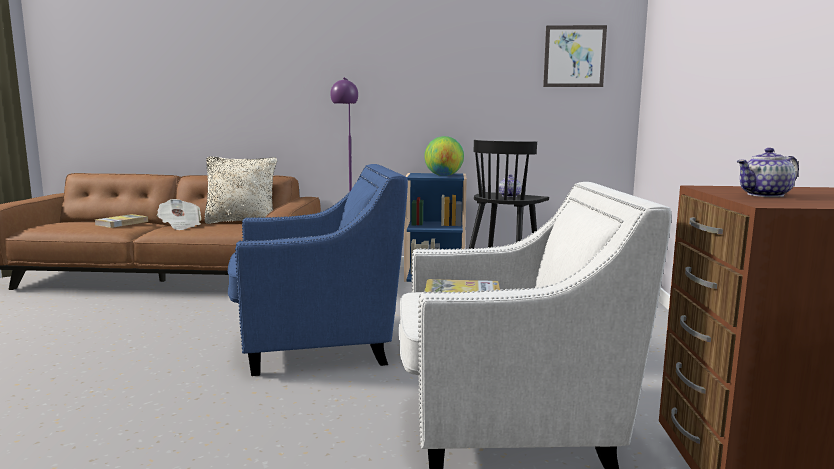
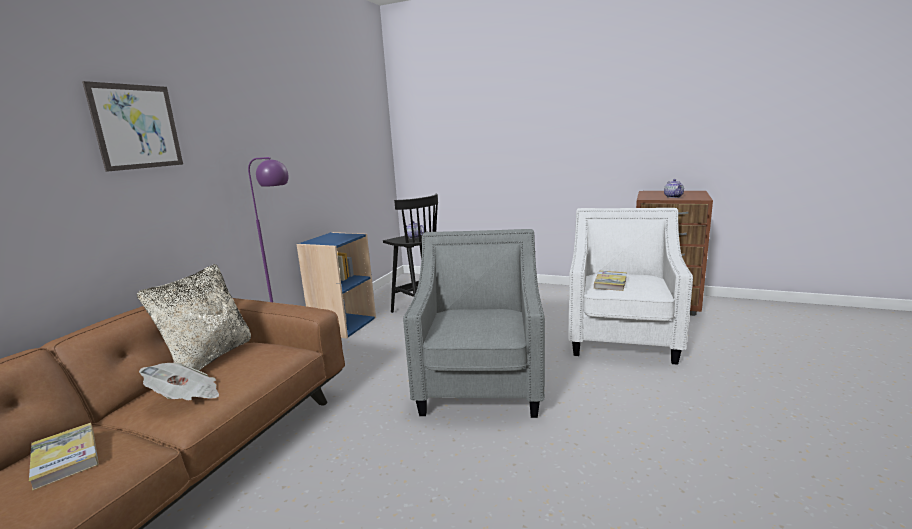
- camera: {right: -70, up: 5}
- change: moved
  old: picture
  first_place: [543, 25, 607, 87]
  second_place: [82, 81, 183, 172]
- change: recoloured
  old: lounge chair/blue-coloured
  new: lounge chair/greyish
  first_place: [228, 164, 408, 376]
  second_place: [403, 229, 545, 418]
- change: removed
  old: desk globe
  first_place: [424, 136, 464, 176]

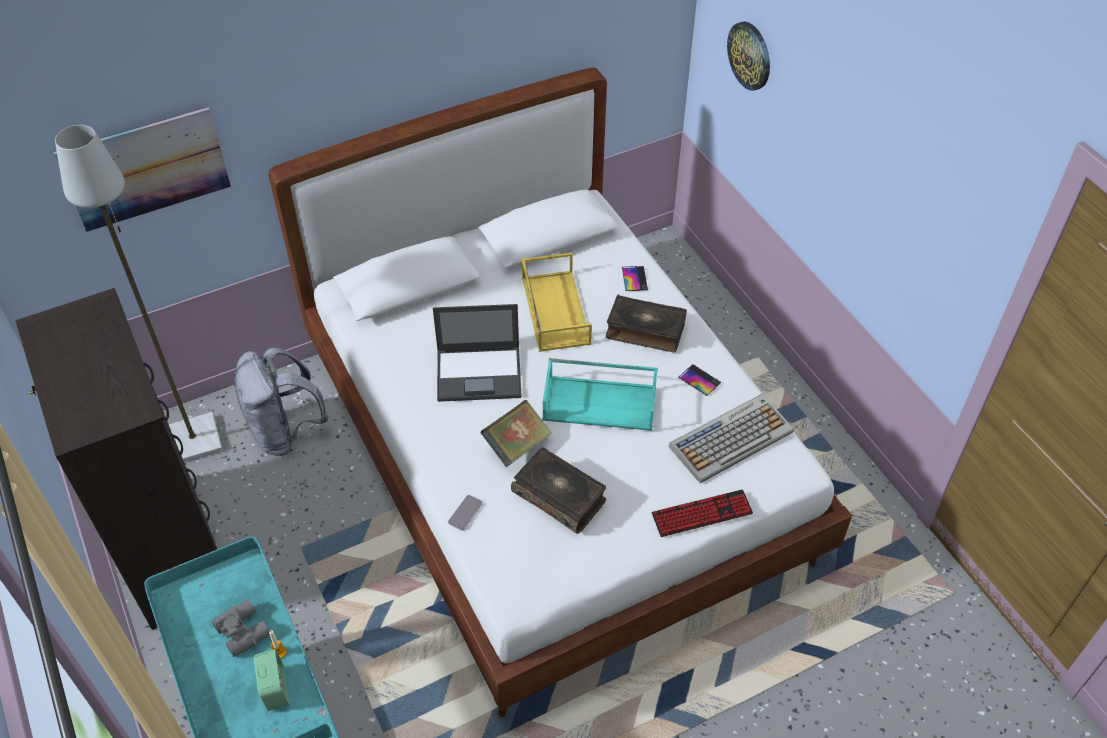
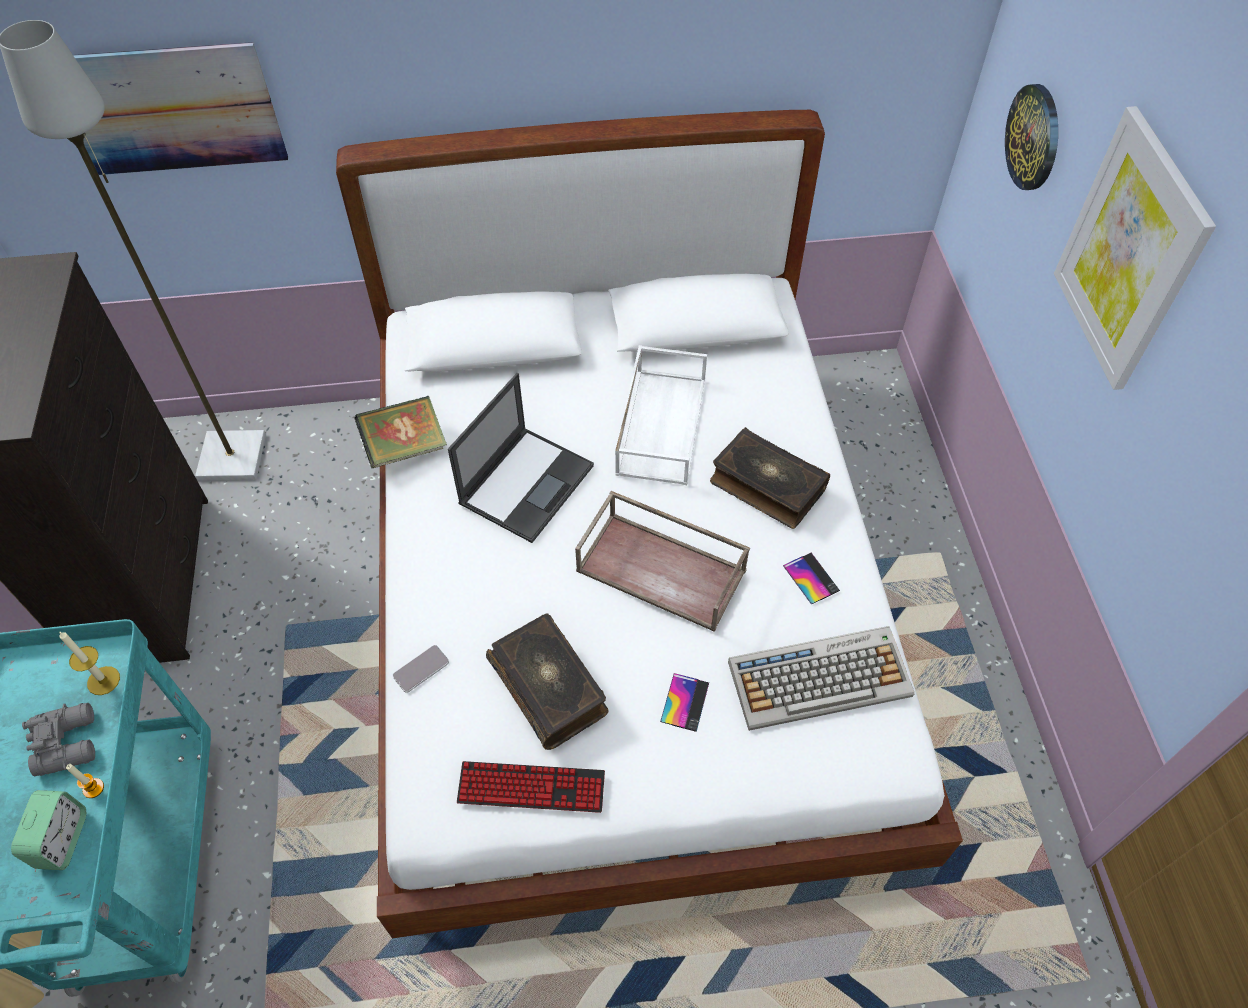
- camera: {right: 20, up: 5}
- change: added
  new: wax candle
  second_place: [59, 631, 120, 695]
- change: moved
  old: volume
  first_place: [480, 400, 552, 467]
  second_place: [354, 396, 447, 468]
- change: turned
  old: laptop
  first_place: [433, 304, 522, 402]
  second_place: [448, 373, 594, 543]
  degrees: -75
- change: moved
  old: computer keyboard
  first_place: [652, 490, 753, 537]
  second_place: [457, 761, 605, 813]
- change: recoloured
  old: carrying tray/blue-green
  new: carrying tray/brown-coloured
  first_place: [542, 358, 658, 431]
  second_place: [575, 491, 750, 632]
- change: recoloured
  old: carrying tray/yellowish
  new: carrying tray/white-coloured
  first_place: [522, 253, 592, 352]
  second_place: [615, 345, 707, 485]
- change: moved
  old: handset
  first_place: [622, 266, 648, 291]
  second_place: [660, 673, 709, 732]
- change: added
  new: picture
  second_place: [1054, 106, 1216, 390]
- change: removed
  old: backpack/greyish
  first_place: [234, 347, 328, 456]

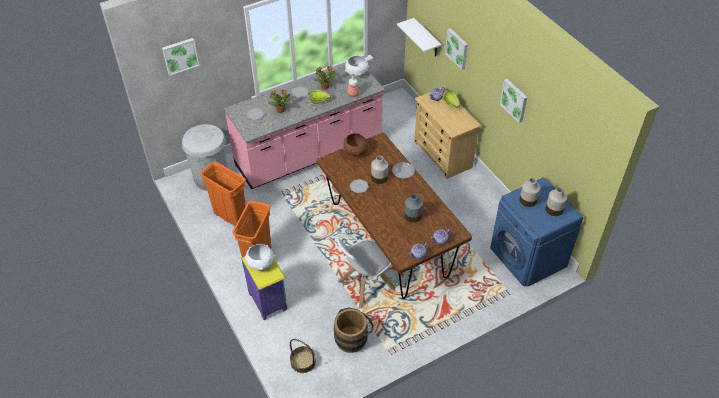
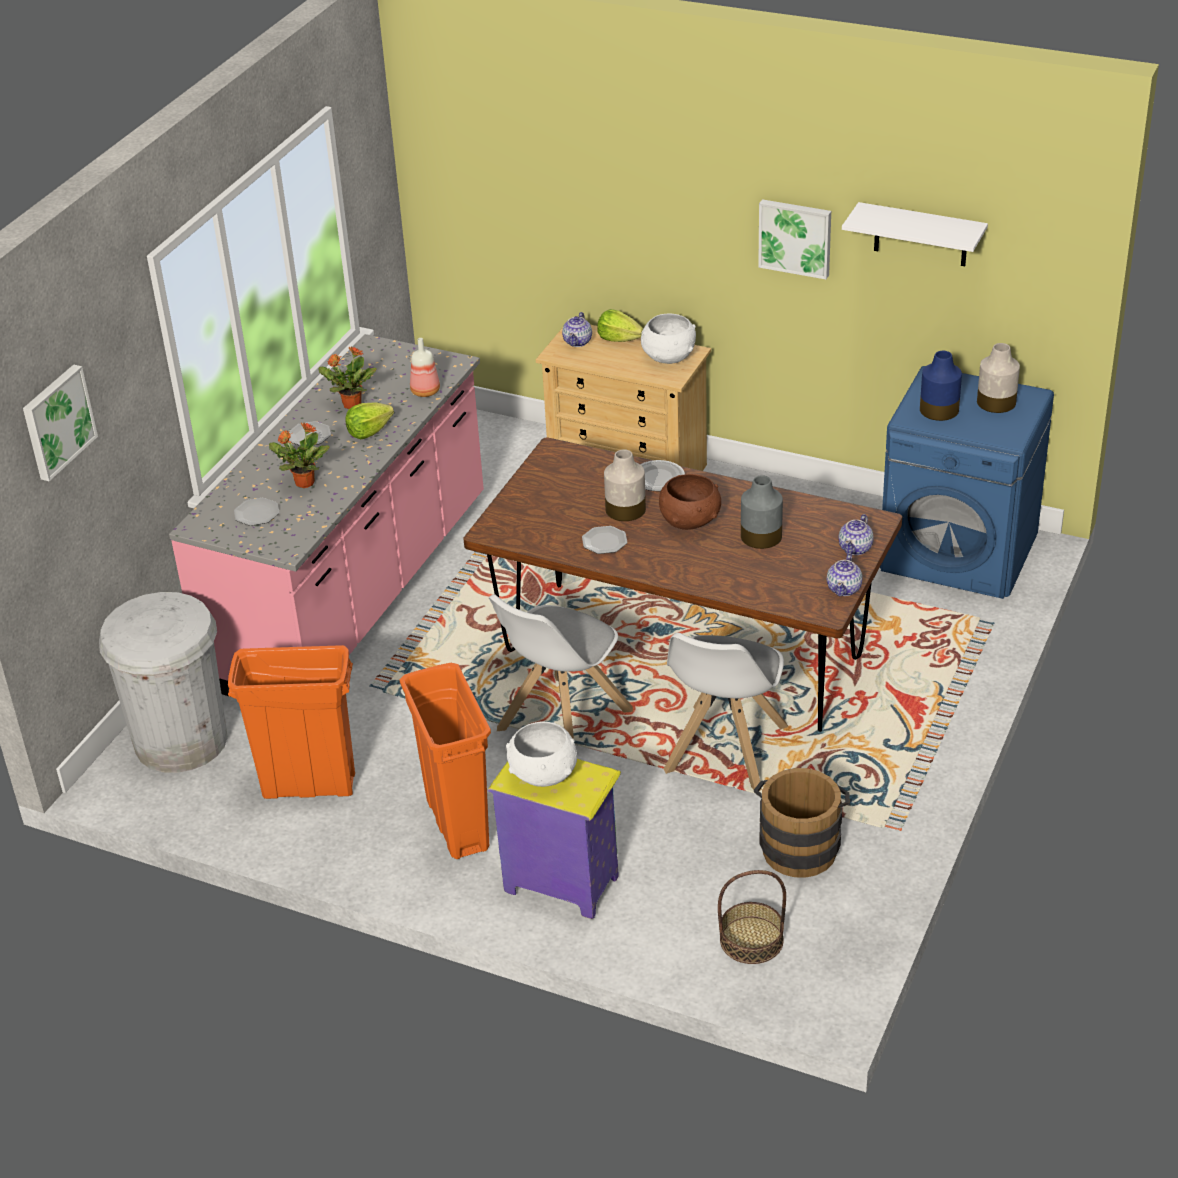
- camera: {right: -35, up: -10}
- change: added
  new: chair
  second_place: [489, 594, 633, 739]
- change: moved
  old: bowl/white-coloured
  first_place: [345, 56, 369, 77]
  second_place: [641, 314, 696, 364]
- change: moved
  old: bowl/brown-coloured
  first_place: [343, 133, 368, 156]
  second_place: [659, 474, 721, 530]
- change: moved
  old: wall shelf/white-coloured
  first_place: [397, 18, 442, 56]
  second_place: [842, 202, 988, 266]
- change: recoloured
  old: vase/sand-coloured
  new: vase/blue-coloured
  first_place: [519, 178, 540, 207]
  second_place: [920, 351, 962, 421]
- change: removed
  old: picture
  first_place: [445, 28, 468, 70]

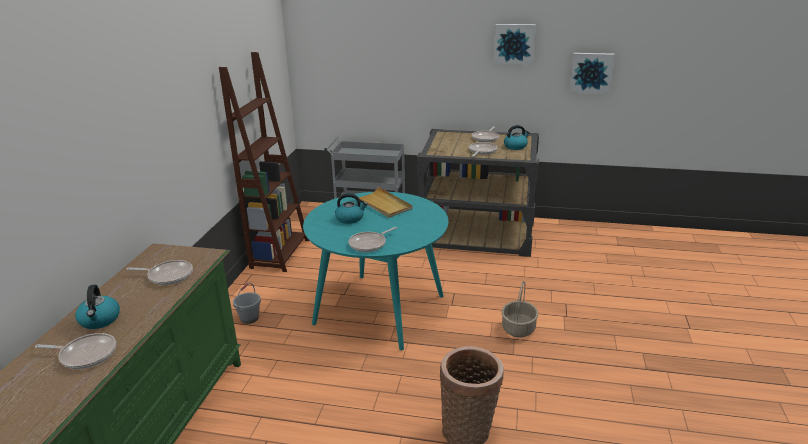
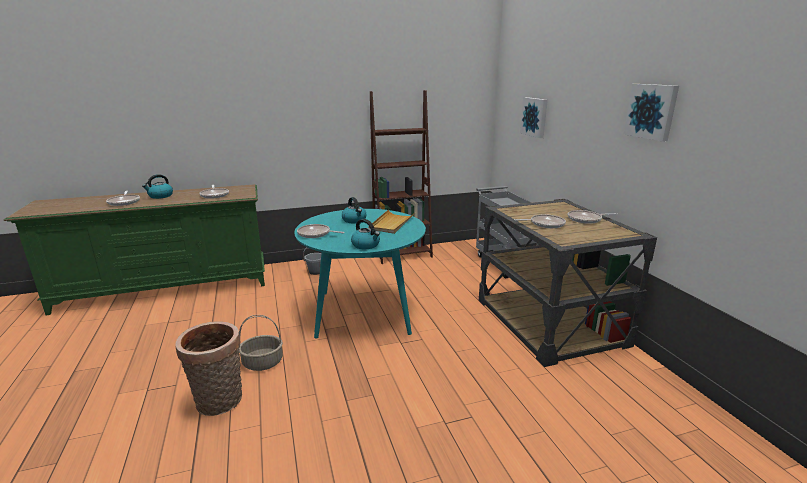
- camera: {right: 60, up: -5}
- change: moved
  old: storage basket
  first_place: [502, 281, 538, 338]
  second_place: [239, 315, 283, 371]
- change: moved
  old: water kettle
  first_place: [504, 125, 530, 150]
  second_place: [351, 219, 380, 249]
- change: moved
  old: picture
  first_place: [569, 53, 615, 94]
  second_place: [520, 97, 548, 138]

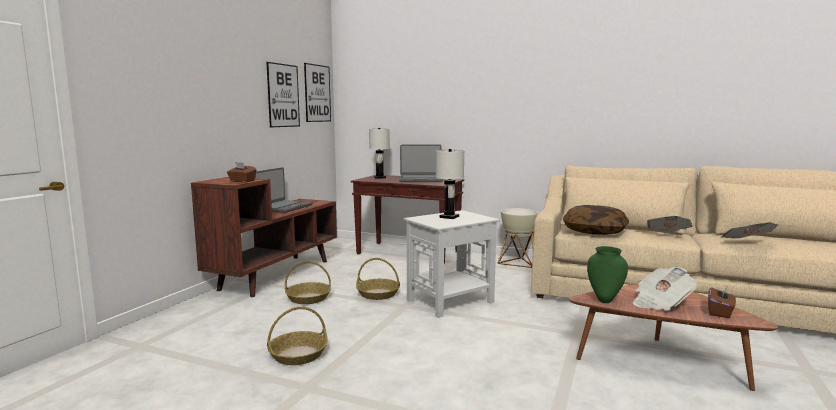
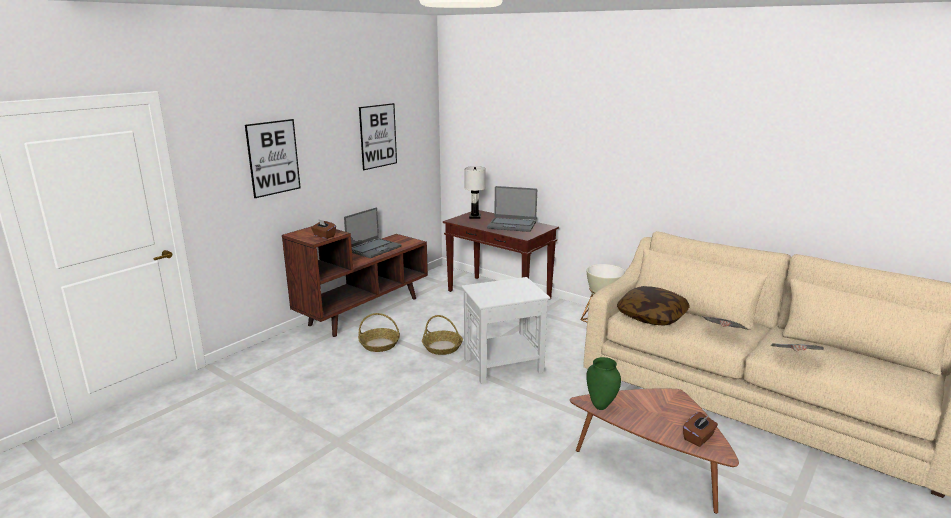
- camera: {right: 15, up: 10}
- change: moved
  old: picture
  first_place: [304, 63, 331, 122]
  second_place: [245, 119, 301, 198]
- change: removed
  old: storage basket
  first_place: [267, 307, 327, 365]
- change: removed
  old: tabletop lamp/white-coloured
  first_place: [436, 149, 464, 219]
- change: removed
  old: printed paper
  first_place: [633, 267, 697, 311]

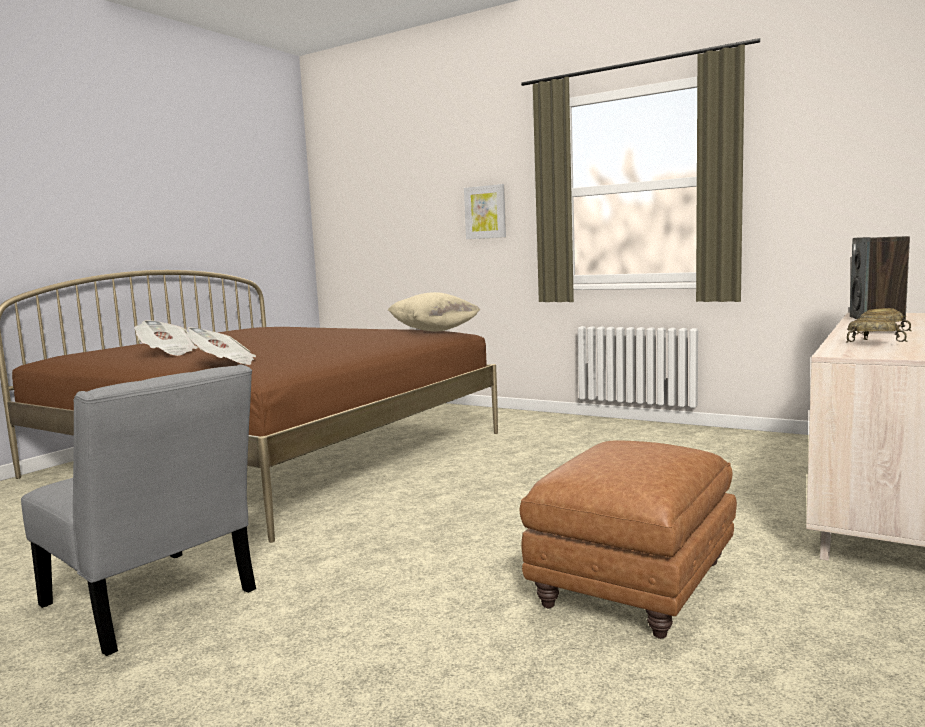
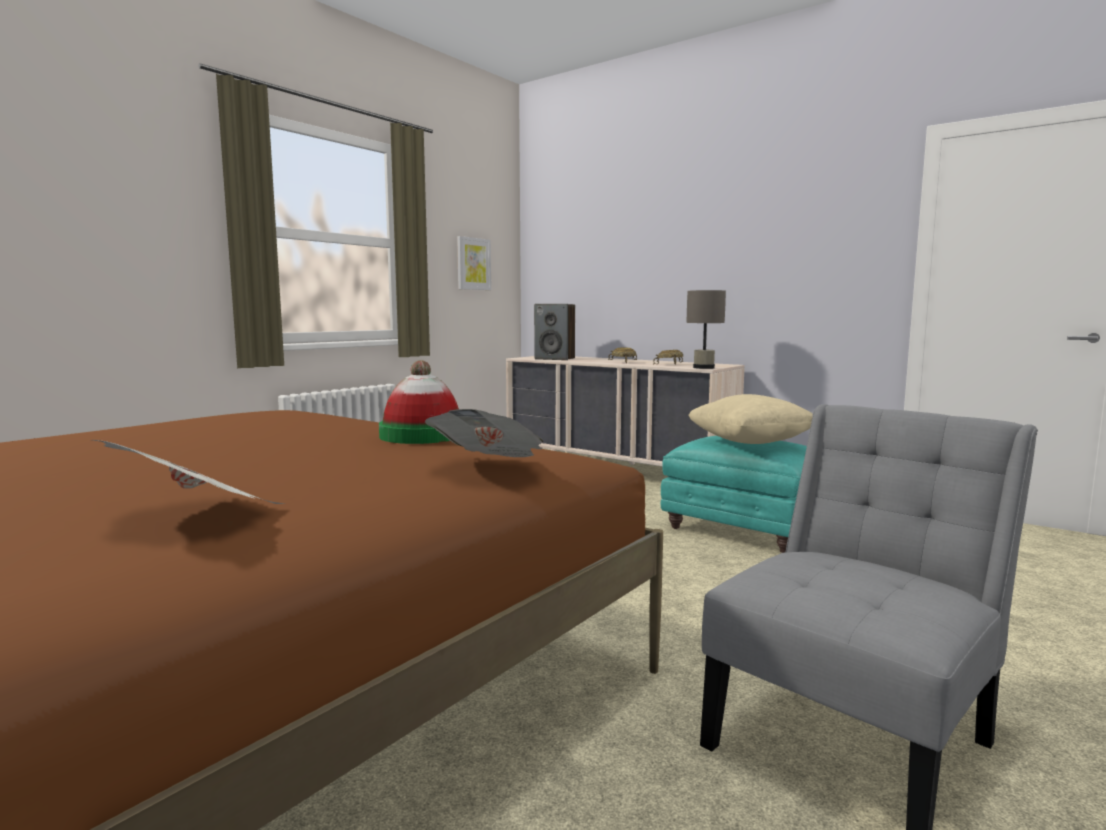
- camera: {right: -85, up: 0}
- change: added
  new: hat
  second_place: [379, 360, 459, 444]
- change: moved
  old: picture
  first_place: [464, 184, 506, 239]
  second_place: [457, 236, 491, 290]
- change: recoloured
  old: ottoman/brown-coloured
  new: ottoman/blue-green
  first_place: [520, 440, 737, 639]
  second_place: [661, 436, 807, 553]
- change: added
  new: tabletop lamp/greyish
  second_place: [687, 290, 726, 369]
- change: moved
  old: throw pillow/sand-coloured
  first_place: [388, 292, 480, 331]
  second_place: [688, 394, 813, 444]

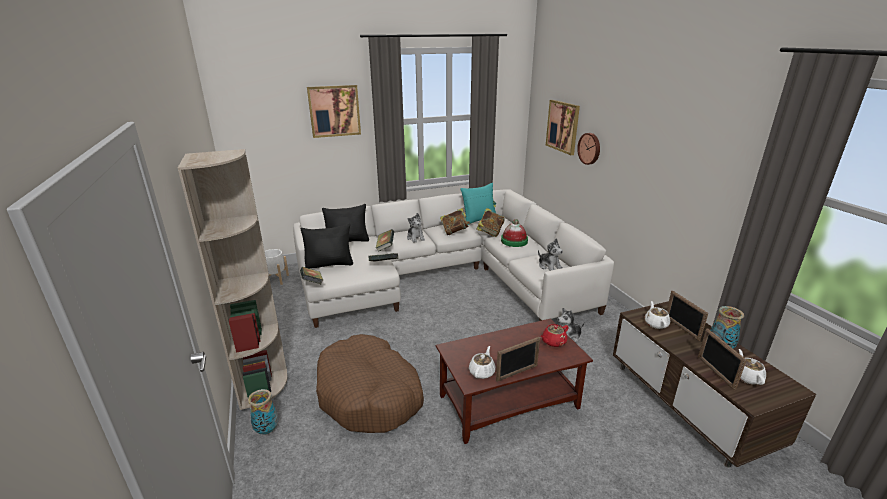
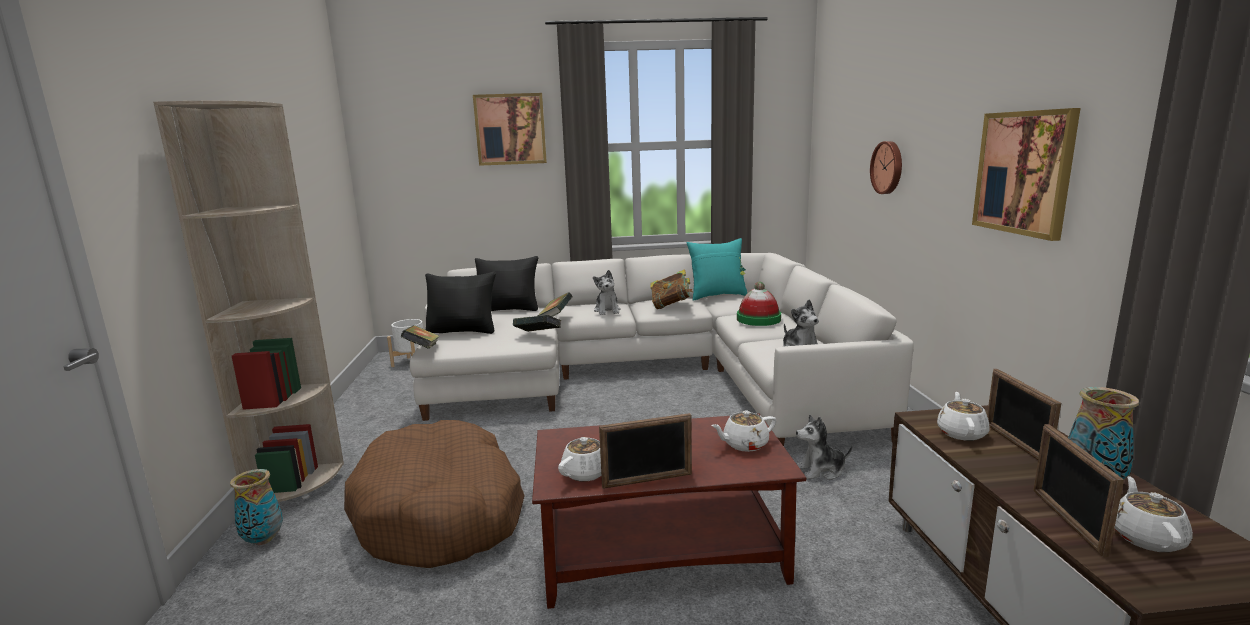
- camera: {right: 15, up: -10}
- change: recoloured
  old: teapot/red-coloured
  new: teapot/white-coloured
  first_place: [540, 324, 569, 347]
  second_place: [711, 411, 776, 452]
- change: moved
  old: picture
  first_place: [546, 100, 580, 155]
  second_place: [972, 108, 1080, 241]
- change: removed
  old: volume
  first_place: [476, 208, 505, 237]

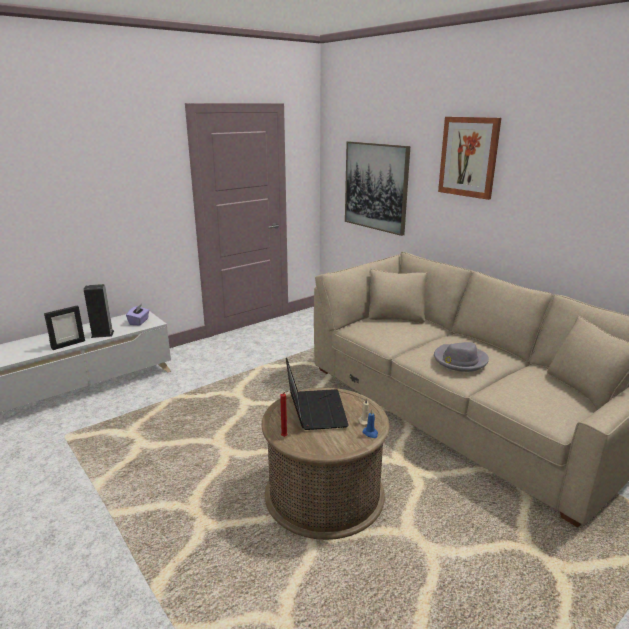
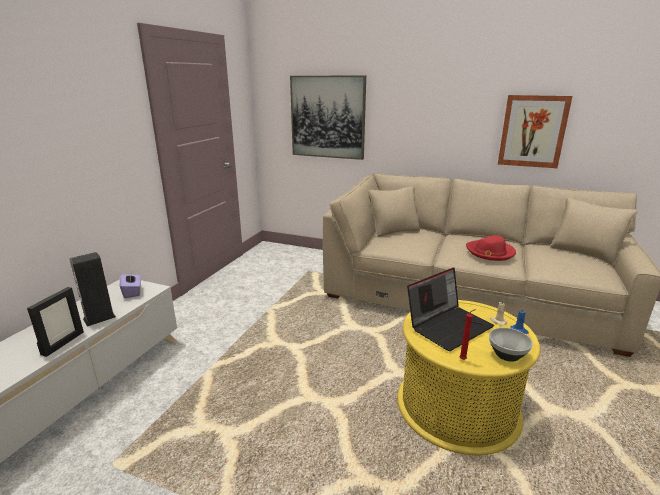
- camera: {right: -30, up: 0}
- change: recoloured
  old: lounge table/brown-coloured
  new: lounge table/yellowish
  first_place: [261, 388, 390, 540]
  second_place: [397, 300, 540, 455]
- change: turned
  old: laptop
  first_place: [286, 358, 349, 430]
  second_place: [407, 267, 494, 351]
  degrees: 90
- change: recoloured
  old: hat/greyish
  new: hat/red-coloured
  first_place: [434, 342, 489, 372]
  second_place: [466, 235, 516, 261]
- change: added
  new: bowl
  second_place: [489, 327, 533, 362]
- change: moved
  old: picture
  first_place: [438, 117, 501, 200]
  second_place: [498, 95, 572, 168]

